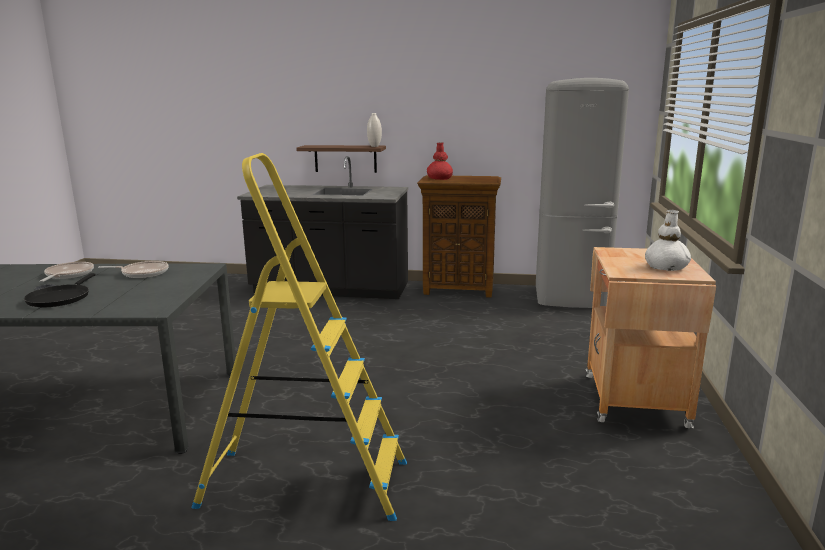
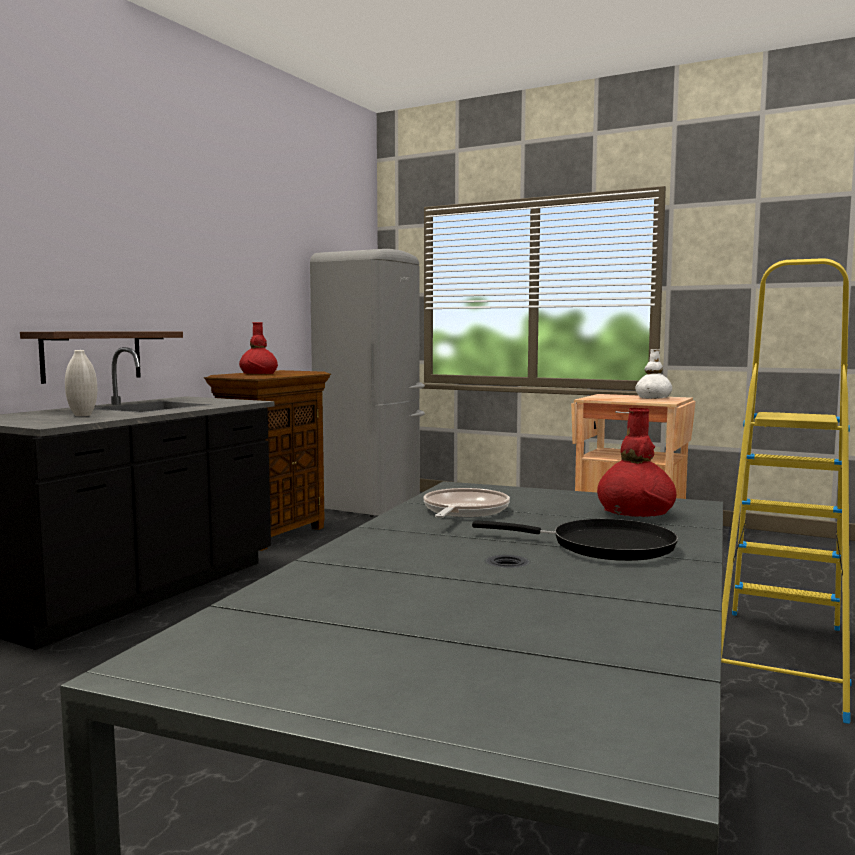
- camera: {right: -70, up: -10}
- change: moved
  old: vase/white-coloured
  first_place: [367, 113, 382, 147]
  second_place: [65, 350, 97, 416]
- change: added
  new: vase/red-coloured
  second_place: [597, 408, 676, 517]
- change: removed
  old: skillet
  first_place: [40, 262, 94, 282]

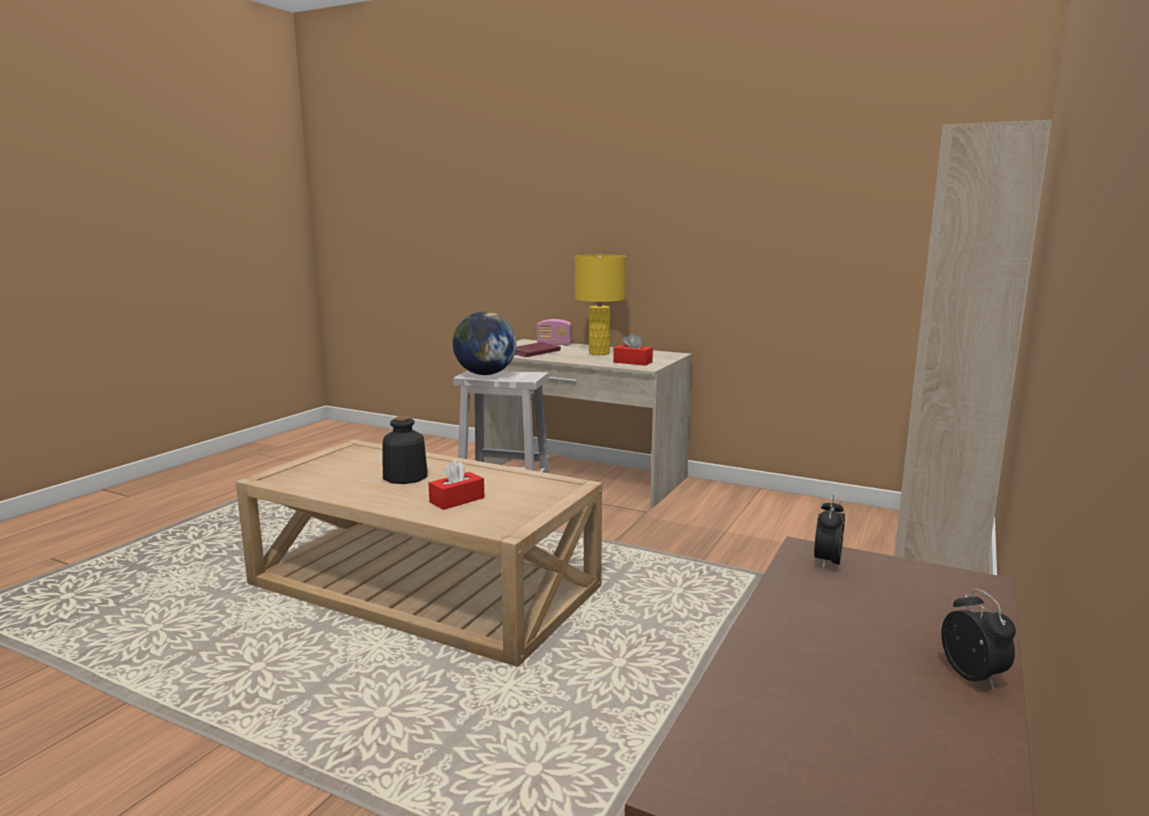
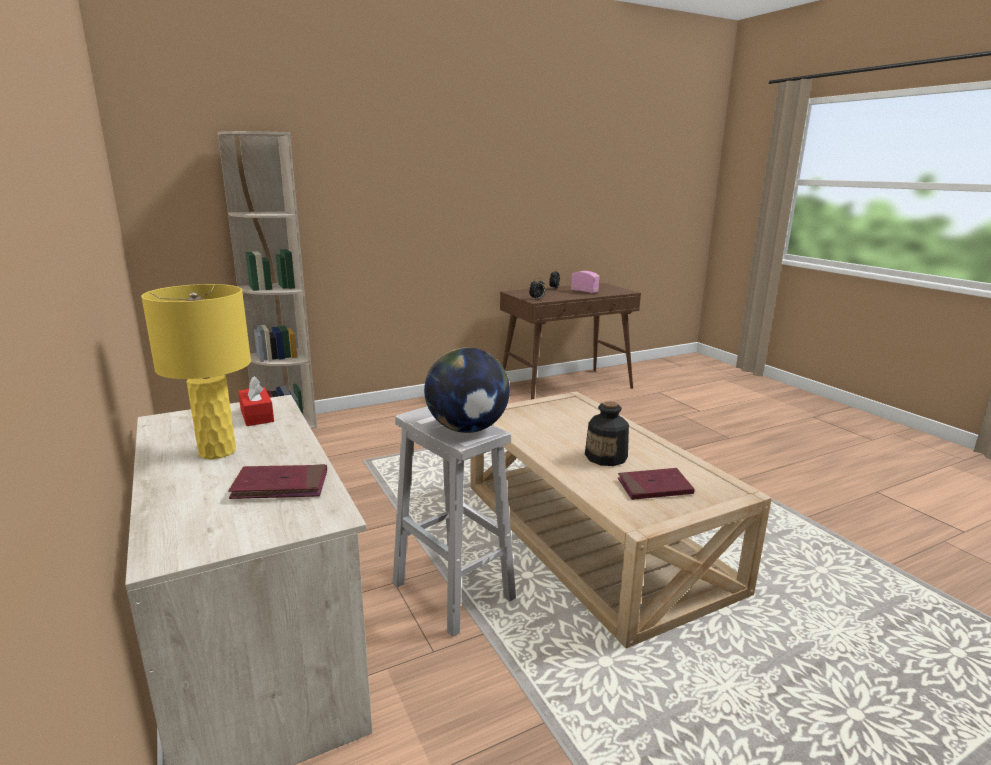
- camera: {right: -145, up: 5}
- change: moved
  old: radio
  first_place: [537, 319, 572, 346]
  second_place: [571, 271, 599, 293]
- change: added
  new: volume/red-coloured
  second_place: [618, 468, 695, 500]
- change: removed
  old: box of tissues/red-coloured
  first_place: [428, 460, 485, 510]

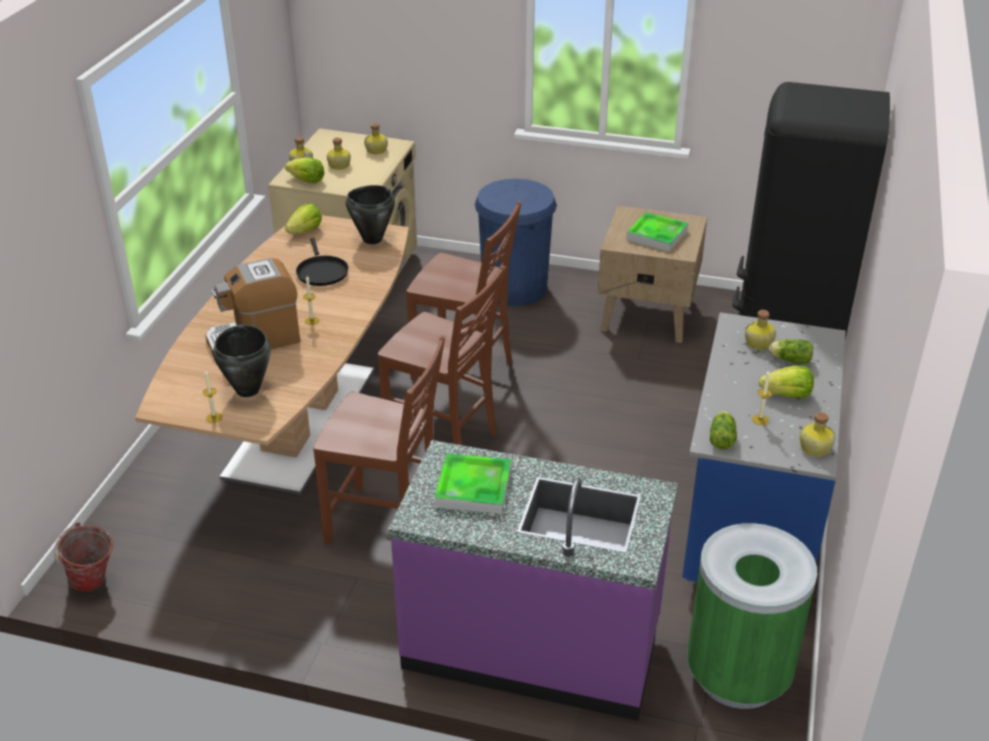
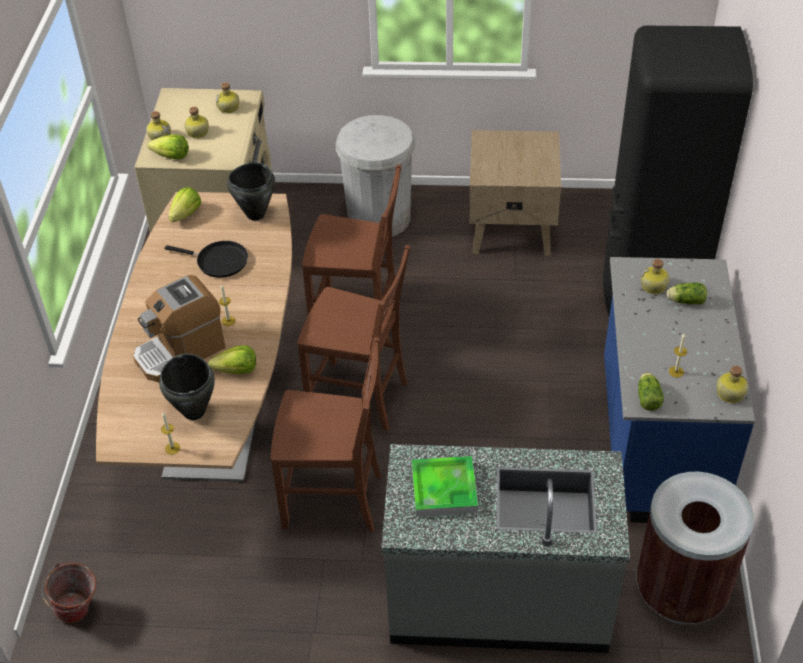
- camera: {right: -10, up: 10}
- change: turned
  old: skillet/black
  first_place: [296, 238, 348, 286]
  second_place: [164, 241, 248, 278]
  degrees: -45
- change: moved
  old: lettuce head
  first_place: [759, 366, 814, 398]
  second_place: [208, 345, 256, 374]
- change: recoloured
  old: rubbish bin/blue-coloured
  new: rubbish bin/white-coloured
  first_place: [475, 179, 557, 306]
  second_place: [336, 115, 415, 237]
- change: recoloured
  old: kitchen counter/purple
  new: kitchen counter/greyish
  first_place: [388, 440, 678, 721]
  second_place: [381, 444, 630, 653]
- change: recoloured
  old: rubbish bin/green
  new: rubbish bin/brown-coloured
  first_place: [687, 523, 817, 709]
  second_place: [636, 472, 754, 624]
- change: removed
  old: carrying tray
  first_place: [627, 212, 688, 252]

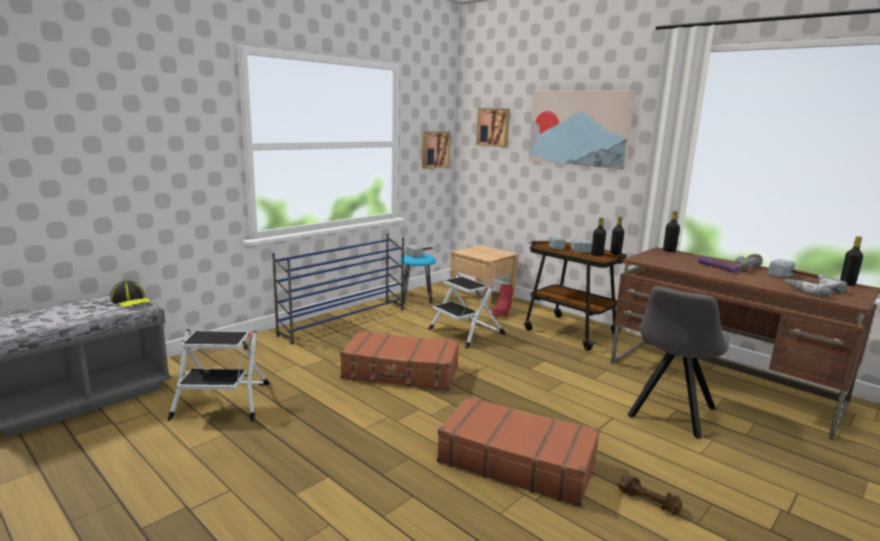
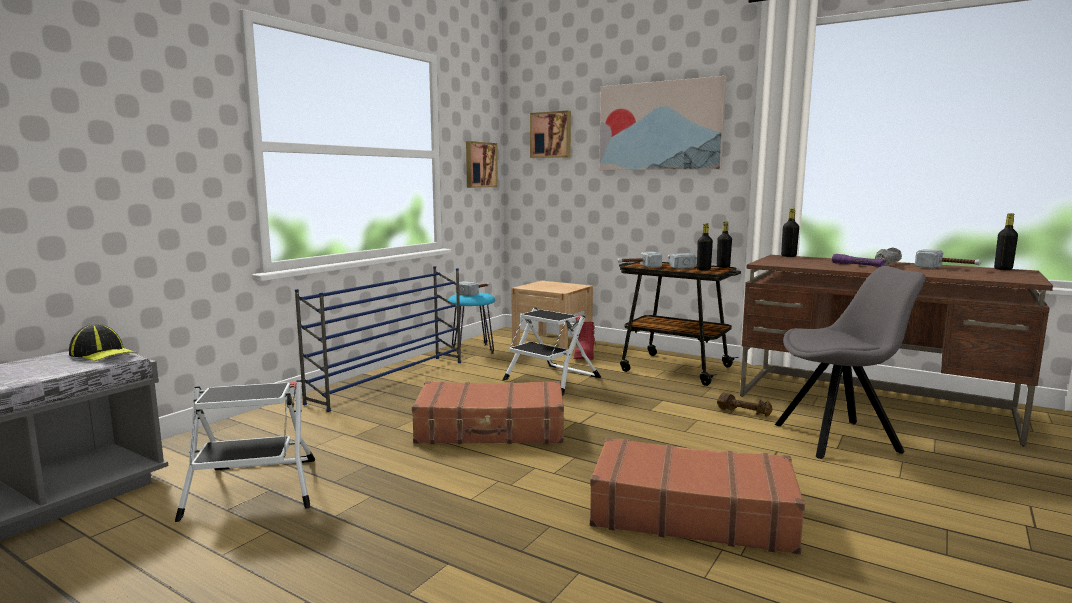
- camera: {right: -10, up: -5}
- change: moved
  old: dumbbell/brown-coloured
  first_place: [617, 473, 683, 515]
  second_place: [717, 392, 773, 417]
- change: turned
  old: chair/greyish
  first_place: [627, 286, 730, 439]
  second_place: [775, 266, 926, 459]
  degrees: -120
- change: removed
  old: power drill
  first_place: [784, 277, 847, 297]

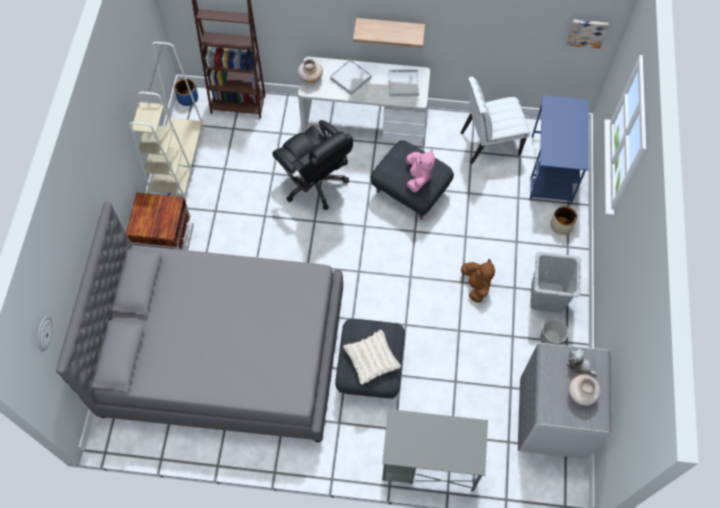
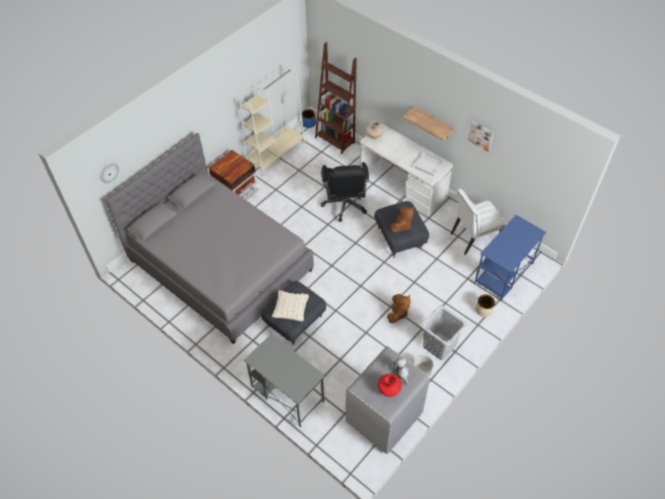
- camera: {right: 35, up: -10}
- change: recoloured
  old: vase/sand-coloured
  new: vase/red-coloured
  first_place: [569, 374, 601, 406]
  second_place: [378, 374, 402, 397]
- change: recoloured
  old: cuddly toy/pink
  new: cuddly toy/brown-coloured
  first_place: [406, 149, 435, 192]
  second_place: [390, 207, 414, 233]
- change: turned
  old: chair/white-coloured
  first_place: [460, 76, 530, 164]
  second_place: [451, 189, 507, 255]
  degrees: -45
- change: moved
  old: picture
  first_place: [566, 20, 609, 49]
  second_place: [468, 121, 494, 152]
- change: removed
  old: carrying tray/white-coloured
  first_place: [330, 59, 371, 95]

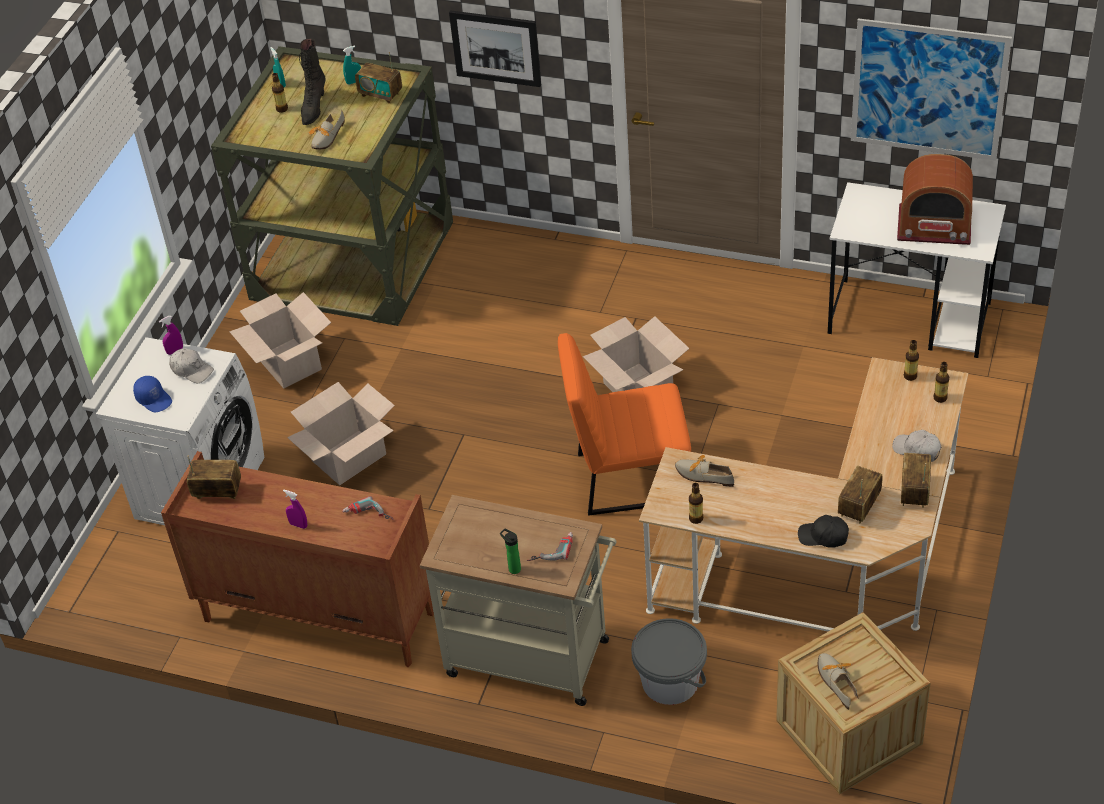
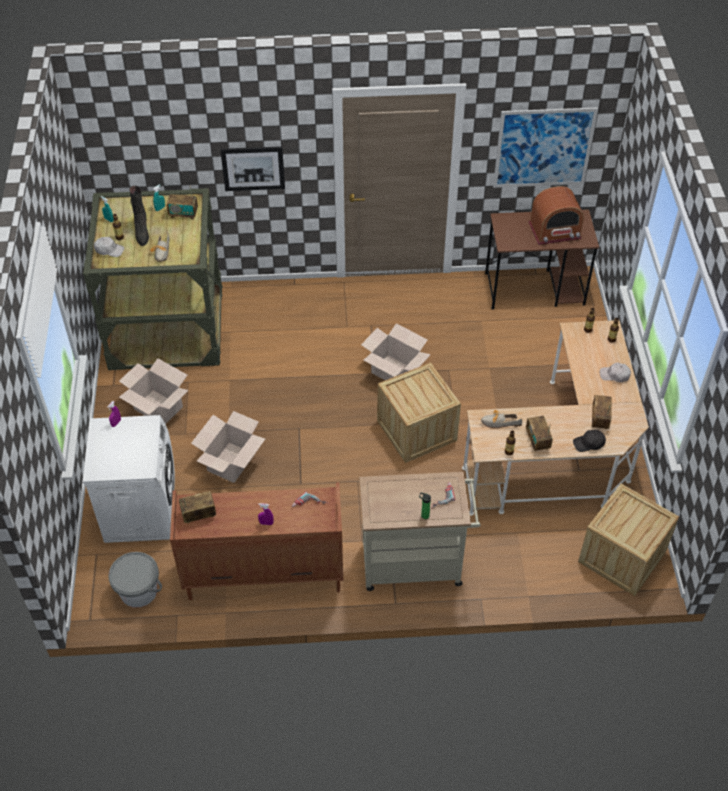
- camera: {right: -25, up: 5}
- change: moved
  old: baseball cap/white-coloured
  first_place: [169, 348, 214, 383]
  second_place: [94, 237, 124, 257]
- change: moved
  old: pail/greyish
  first_place: [631, 618, 707, 705]
  second_place: [108, 552, 162, 608]
- change: replaced
  old: chair/orange
  new: packing crate
  first_place: [558, 333, 691, 516]
  second_place: [377, 362, 461, 463]
- change: recoloured
  old: desk/white-coloured
  new: desk/brown-coloured
  first_place: [827, 182, 1006, 358]
  second_place: [485, 209, 599, 310]
- change: moved
  old: radio
  first_place: [901, 453, 931, 508]
  second_place: [526, 416, 553, 451]
- change: removed
  old: baseball cap/blue-coloured
  first_place: [133, 376, 172, 413]
- change: removed
  old: item of footwear
  first_place: [818, 653, 859, 710]

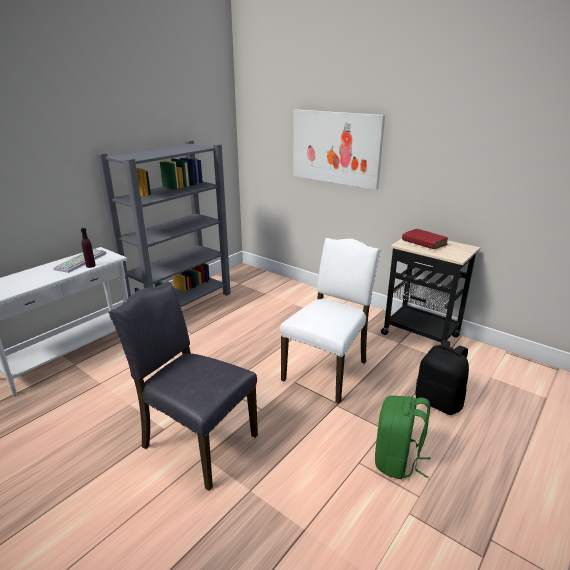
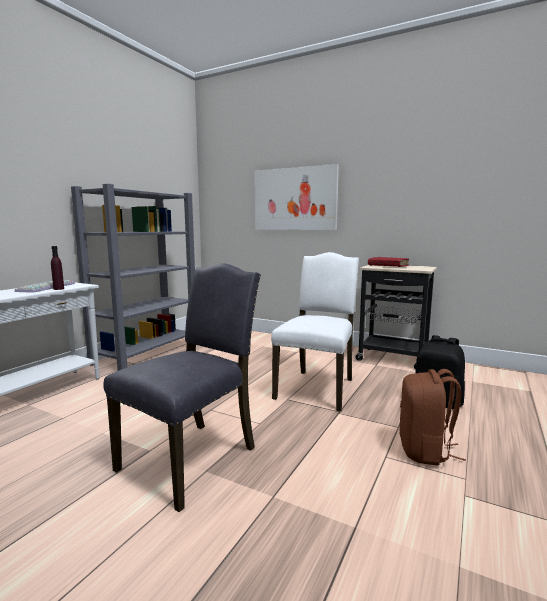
- camera: {right: -10, up: -15}
- change: turned
  old: chair/greyish
  first_place: [108, 282, 258, 491]
  second_place: [103, 263, 261, 512]
  degrees: 105
- change: recoloured
  old: backpack/green
  new: backpack/brown-coloured
  first_place: [375, 396, 431, 479]
  second_place: [399, 369, 466, 466]

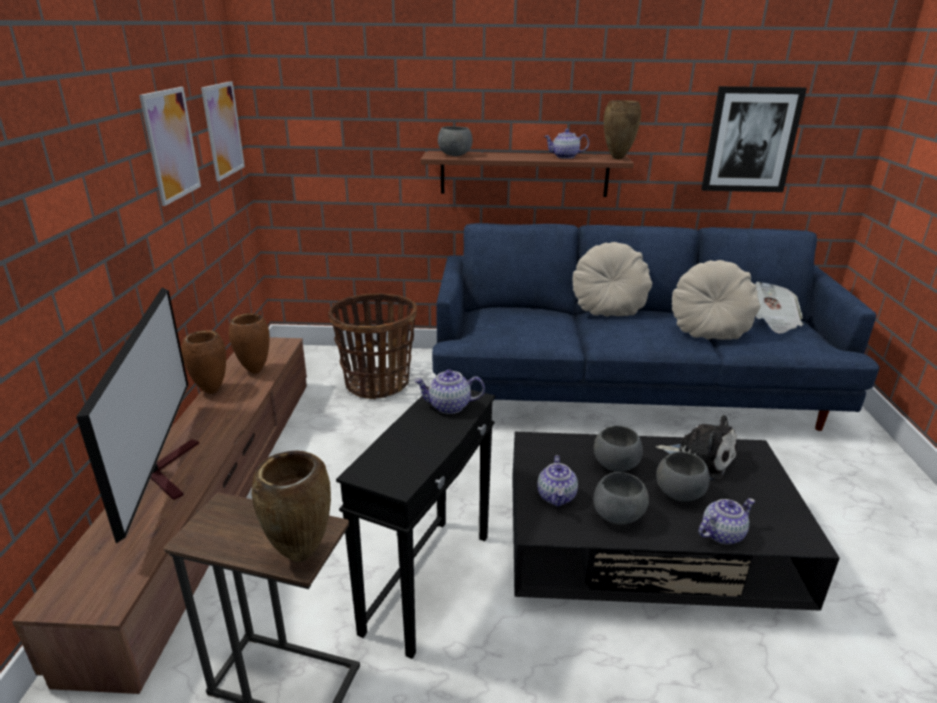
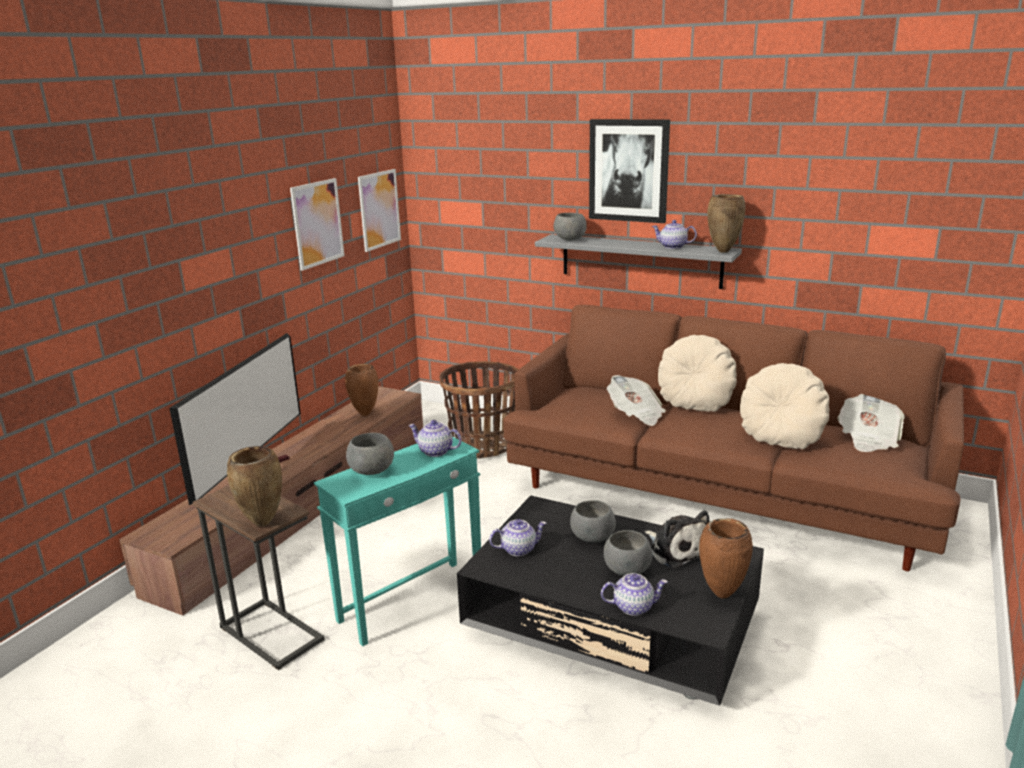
- camera: {right: 25, up: -5}
- change: recoloured
  old: side table/black
  new: side table/blue-green
  first_place: [336, 390, 495, 659]
  second_place: [314, 436, 481, 646]
- change: moved
  old: bowl/greyish
  first_place: [593, 472, 649, 525]
  second_place: [346, 433, 394, 475]
- change: turned
  old: teapot
  first_place: [537, 455, 578, 507]
  second_place: [489, 519, 547, 556]
  degrees: -135
- change: recoloured
  old: couch/blue-coloured
  new: couch/brown-coloured
  first_place: [432, 223, 880, 431]
  second_place: [503, 305, 964, 571]
- change: recoloured
  old: wall shelf/brown-coloured
  new: wall shelf/greyish
  first_place: [421, 152, 634, 197]
  second_place: [535, 234, 742, 289]
- change: moved
  old: picture
  first_place: [701, 86, 807, 192]
  second_place: [589, 119, 670, 223]
- change: added
  new: printed paper
  second_place: [607, 375, 666, 426]
- change: moved
  old: vase/brown-coloured
  first_place: [181, 330, 226, 394]
  second_place: [699, 519, 753, 598]

